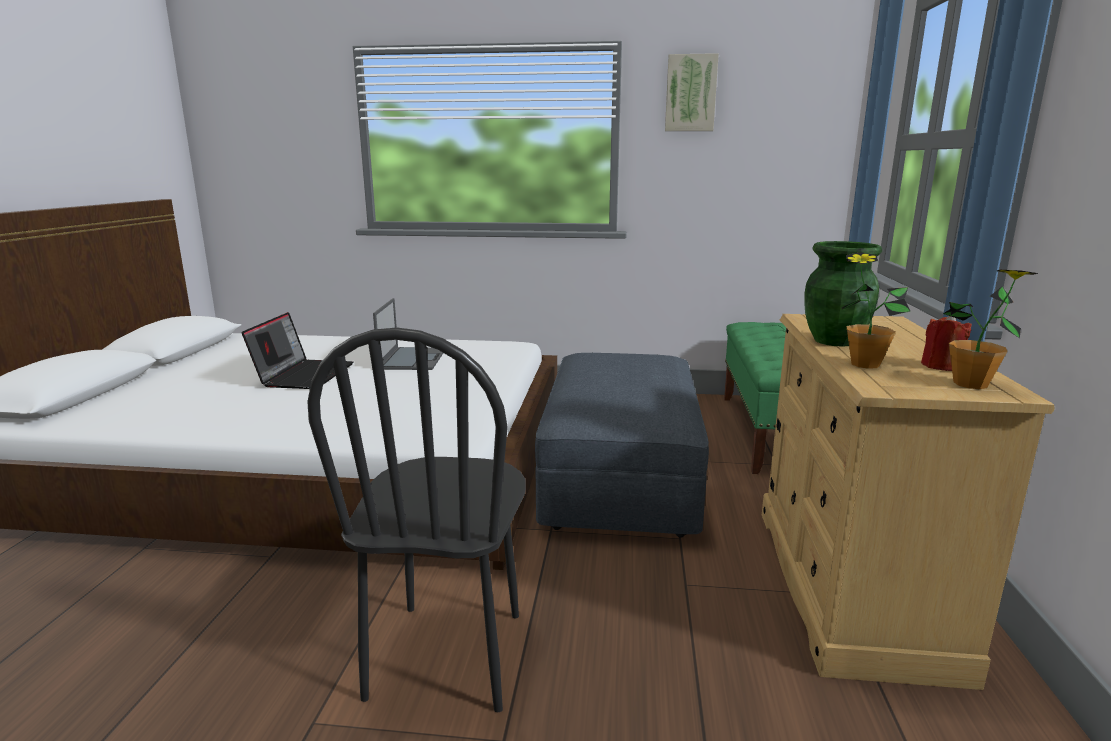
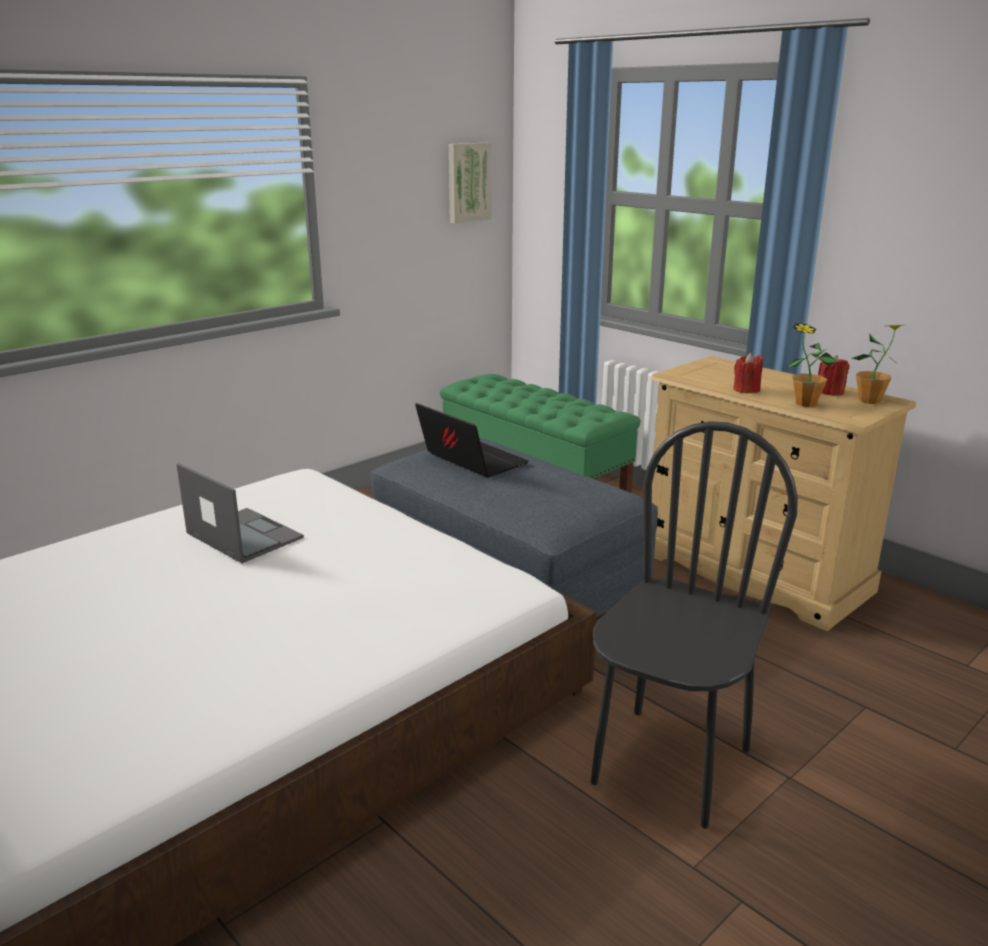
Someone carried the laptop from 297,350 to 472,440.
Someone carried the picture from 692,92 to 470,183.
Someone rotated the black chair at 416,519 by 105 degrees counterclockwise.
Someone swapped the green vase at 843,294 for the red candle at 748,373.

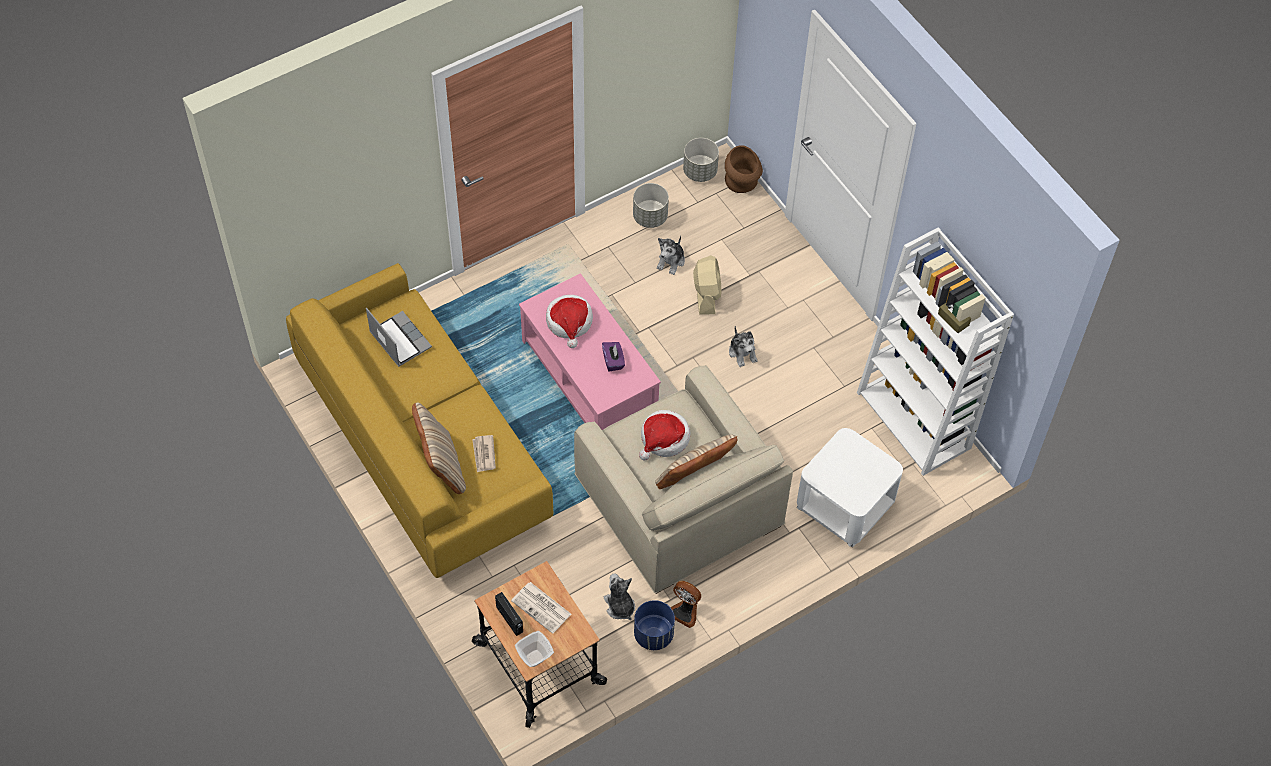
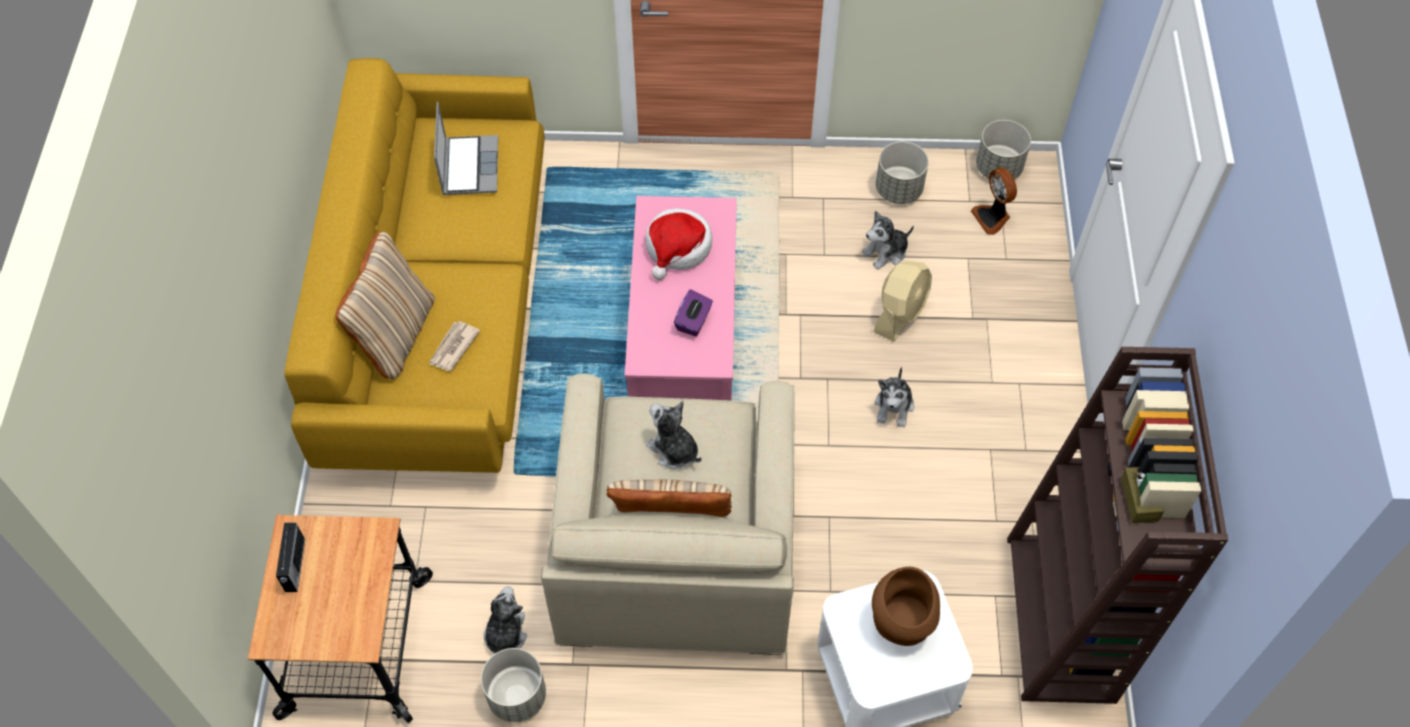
Someone repainted the blue planter at 654,625, which became the grey planter at 513,685.
Someone swapped the hat at 664,435 for the plush toy at 674,435.
Someone carried the brown vase from 744,169 to 906,606.
Someone carried the fan from 686,604 to 994,201.
Someone repainted the white bookcase at 935,351, which became the brown bookcase at 1117,525.
Someone took away the newspaper at 541,608.
Someone took away the bowl at 534,649.

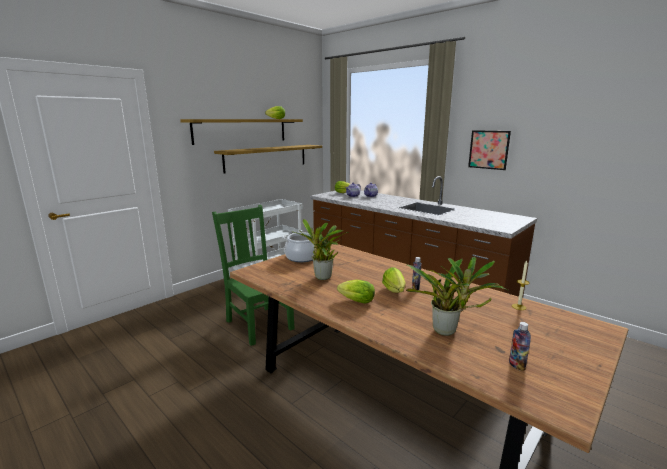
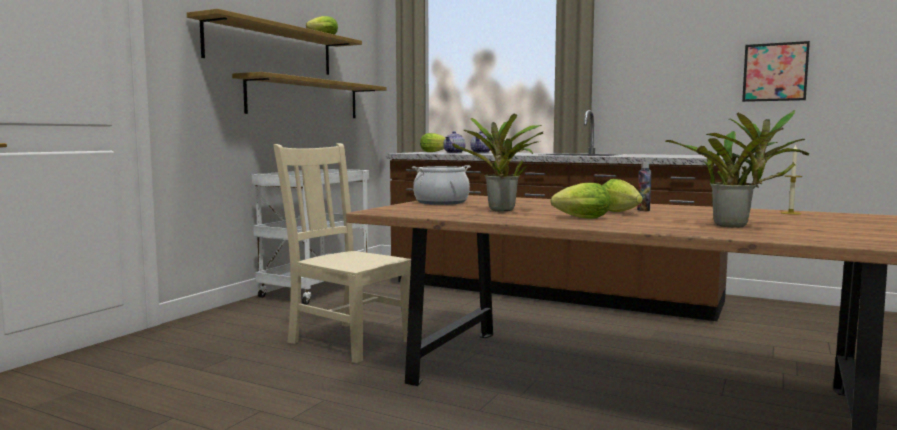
Someone repainted the green chair at 253,275, which became the beige chair at 342,253.
Someone carried the picture from 489,150 to 776,71.
Someone took away the bottle at 520,346.

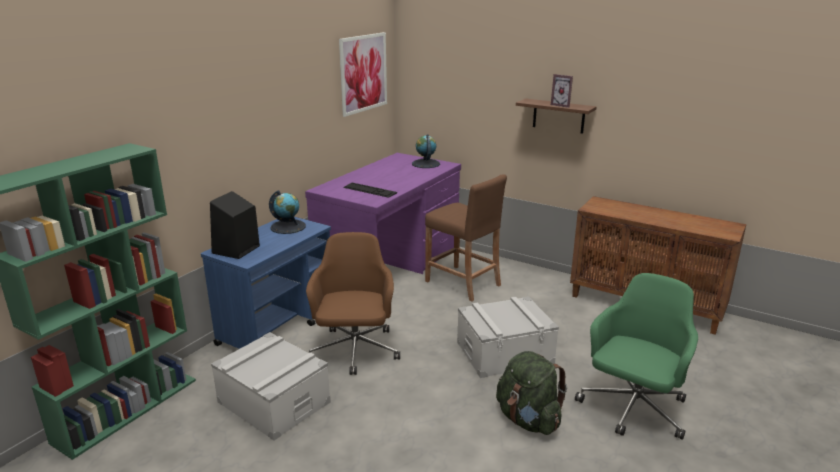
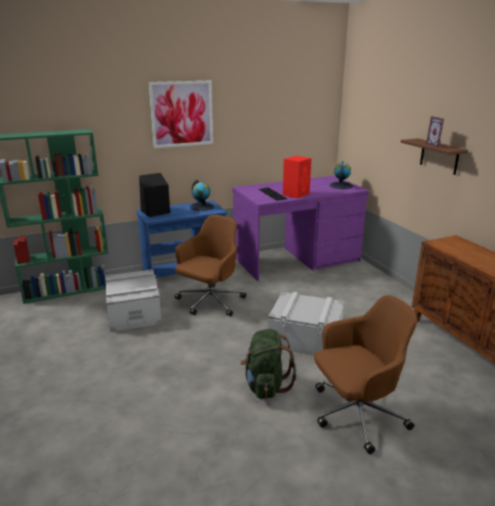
Someone carried the picture from 363,74 to 181,114.
Someone put down the red speaker at 297,177.
Someone repainted the green office chair at 636,356, which became the brown office chair at 365,374.
Someone took away the brown stool at 466,237.

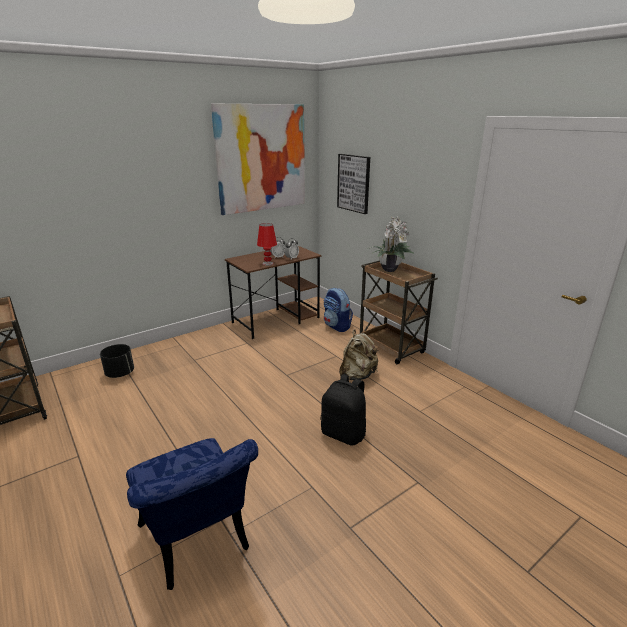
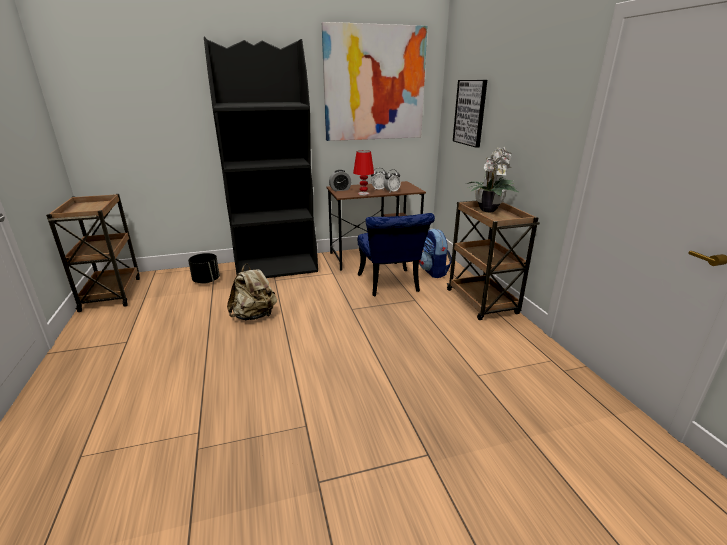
Someone put down the black bookcase at 261,157.
Someone carried the beige backpack from 358,354 to 252,292.
Someone put down the alarm clock at 340,180.
Someone carried the blue chair from 192,514 to 396,254.
Someone took away the black backpack at 343,410.

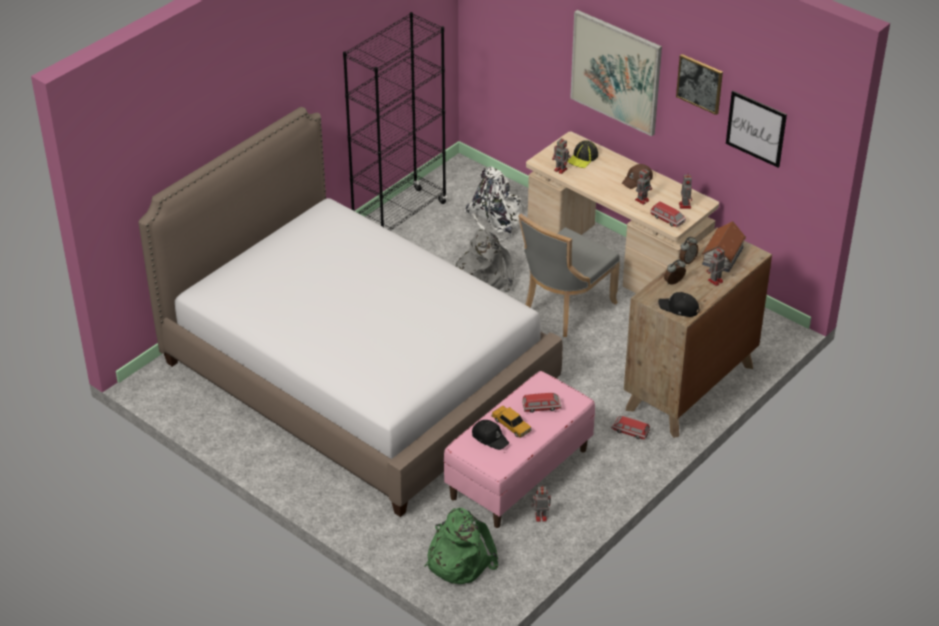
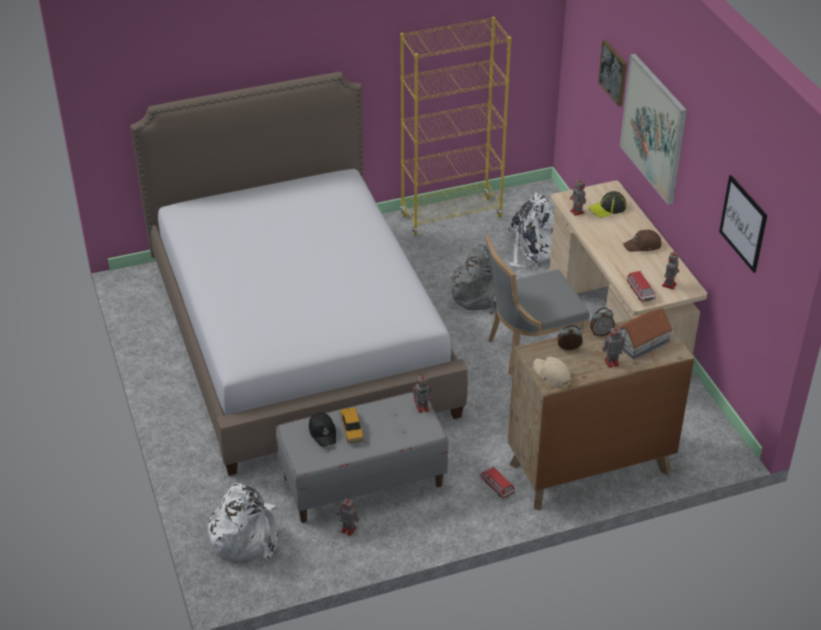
Someone repainted the green backpack at 461,546, which became the white backpack at 241,522.
Someone repainted the pink bench at 519,449, which became the grey bench at 362,457.
Someone repainted the black bookcase at 395,121, which became the yellow bookcase at 455,126.
Someone carried the toy robot from 643,186 to 423,394.
Someone repainted the black cap at 679,304, which became the beige cap at 552,372.
Someone carried the picture from 699,84 to 612,73.
Someone took away the toy car at 542,403.

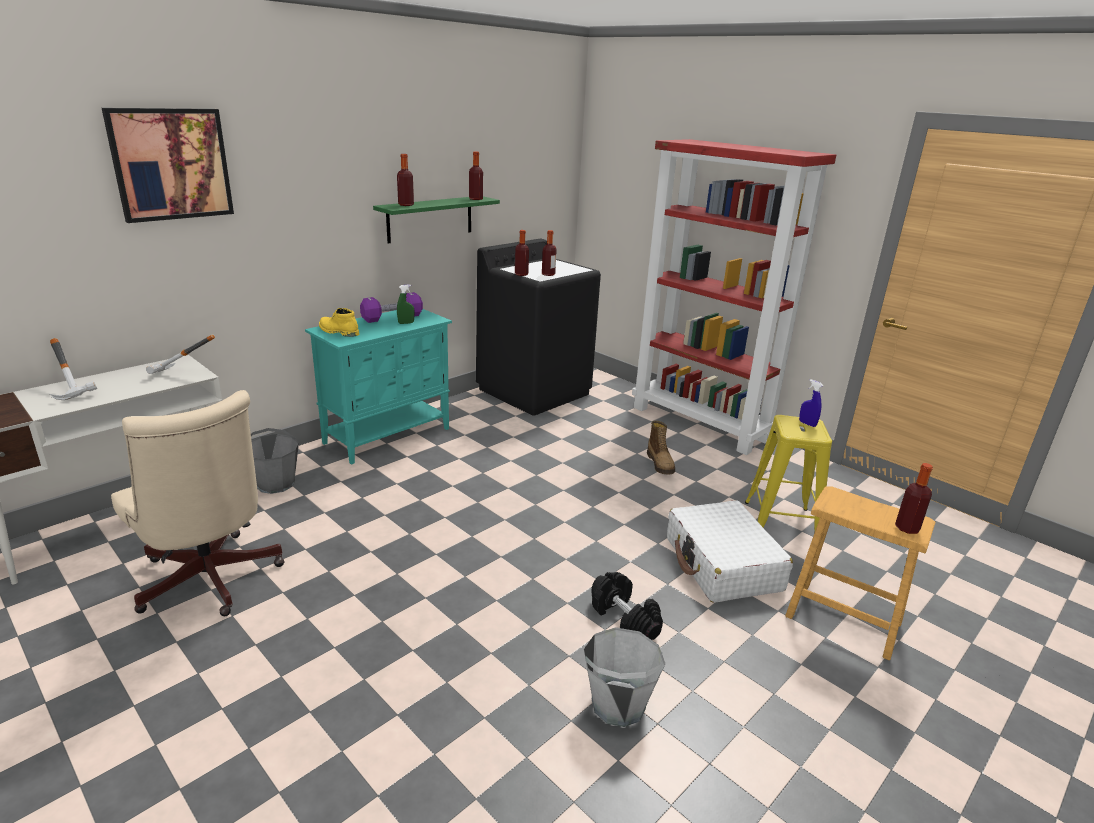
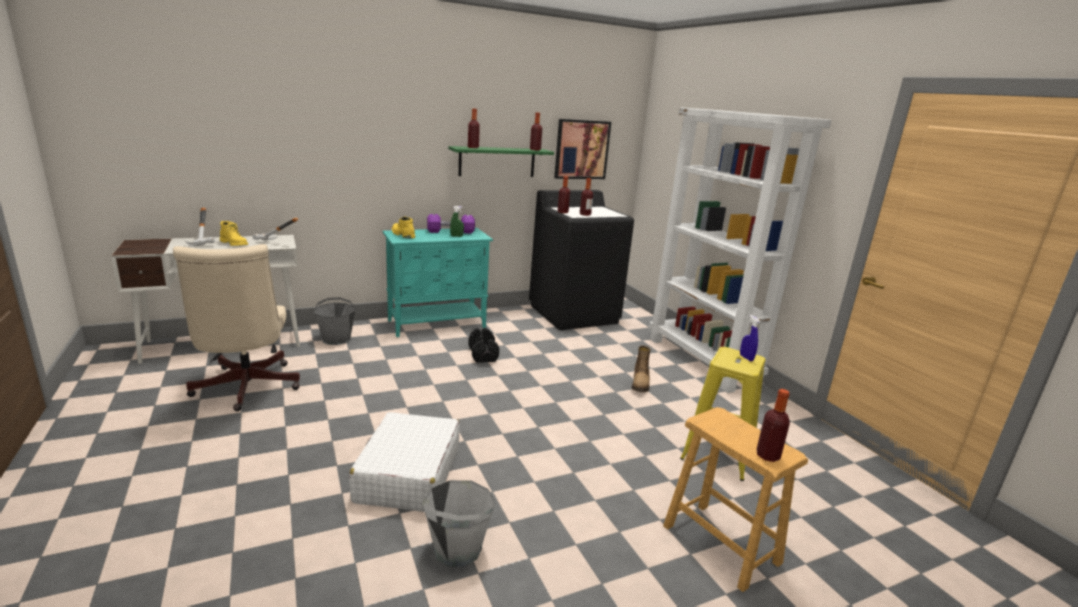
Someone put down the yellow boot at 234,233.
Someone carried the white suitcase from 730,552 to 404,462.
Someone carried the black dumbbell from 627,606 to 483,345.
Someone carried the picture from 168,165 to 582,149.
Someone repainted the red bookcase at 734,297, which became the white bookcase at 740,250.

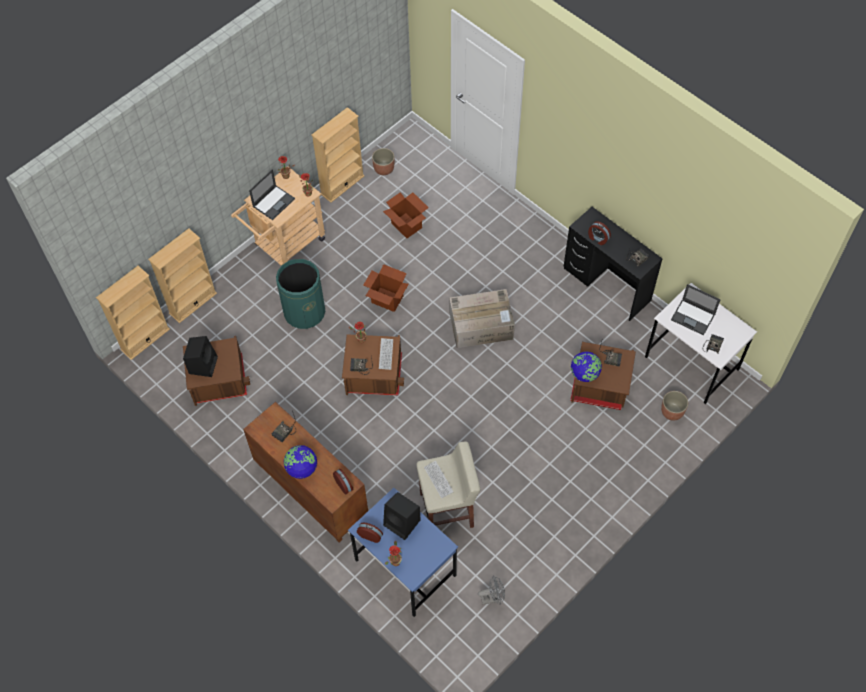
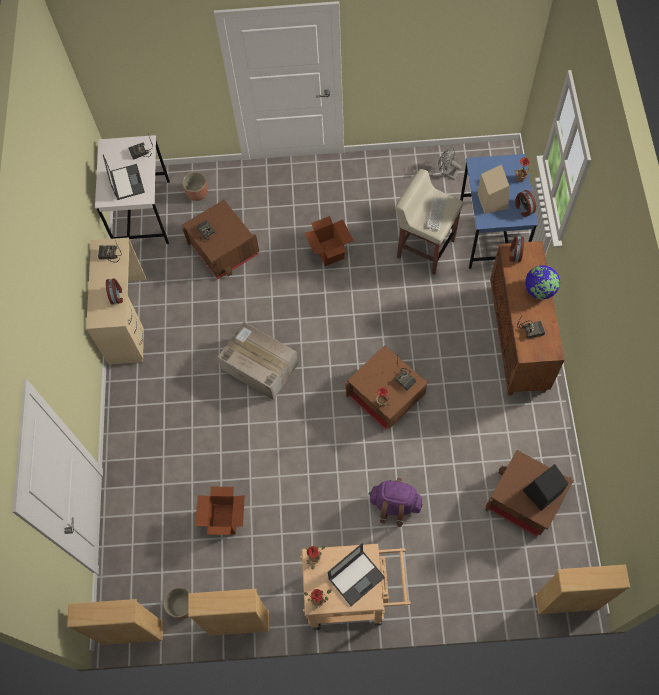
Someone carried the beige bookcase from 182,275 to 115,622.
Someone repainted the black desk at 613,264, which became the beige desk at 116,301.
Someone carried the cardboard box from 386,288 to 329,241.
Someone rotated the laptop at 272,194 by 150 degrees clockwise.
Someone swapped the green trash can at 300,294 for the purple backpack at 396,502.
Someone repainted the black speaker at 402,516, which became the beige speaker at 493,189.
Someone took away the keyboard at 386,354.
Someone took away the globe at 586,366.

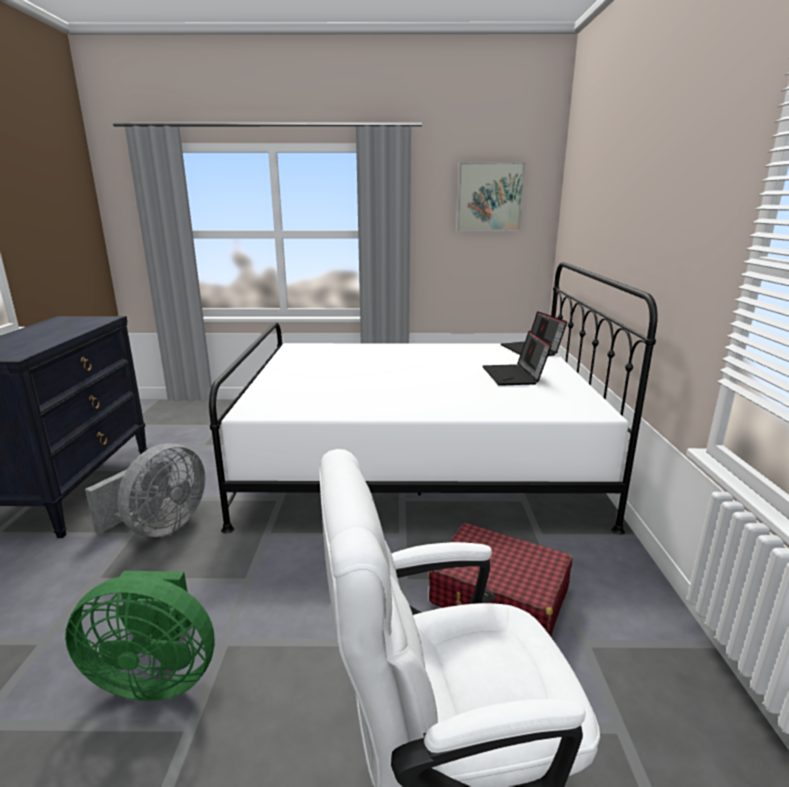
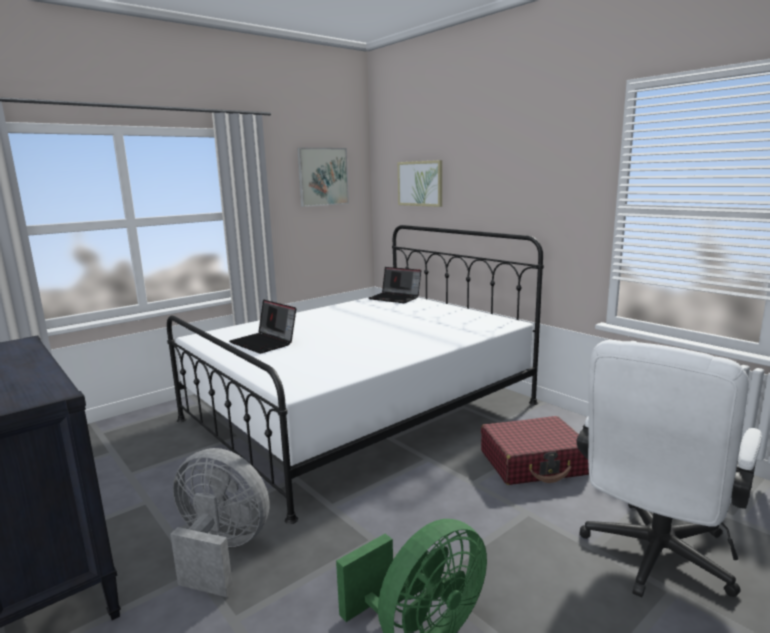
Someone rotated the grey fan at 145,490 by 60 degrees counterclockwise.
Someone carried the laptop from 517,358 to 262,326.
Someone put up the picture at 420,183.

